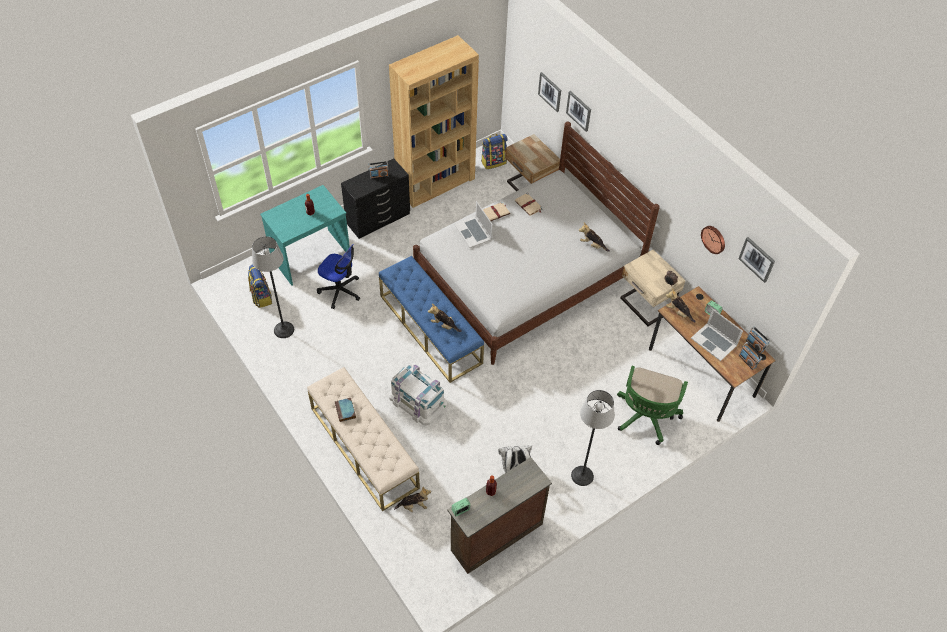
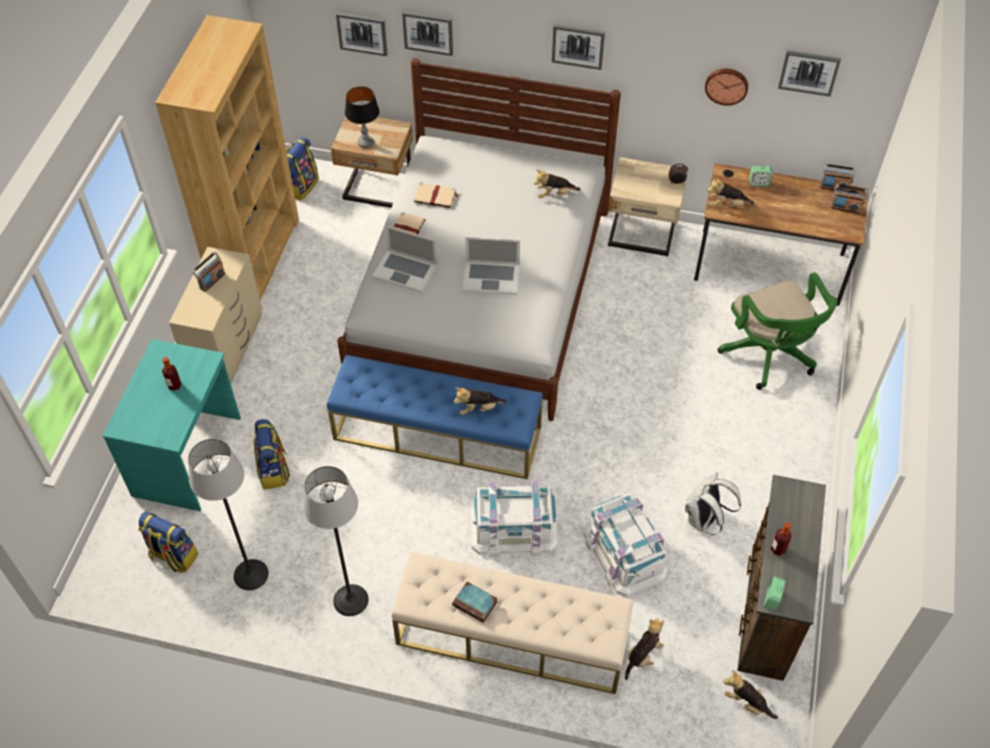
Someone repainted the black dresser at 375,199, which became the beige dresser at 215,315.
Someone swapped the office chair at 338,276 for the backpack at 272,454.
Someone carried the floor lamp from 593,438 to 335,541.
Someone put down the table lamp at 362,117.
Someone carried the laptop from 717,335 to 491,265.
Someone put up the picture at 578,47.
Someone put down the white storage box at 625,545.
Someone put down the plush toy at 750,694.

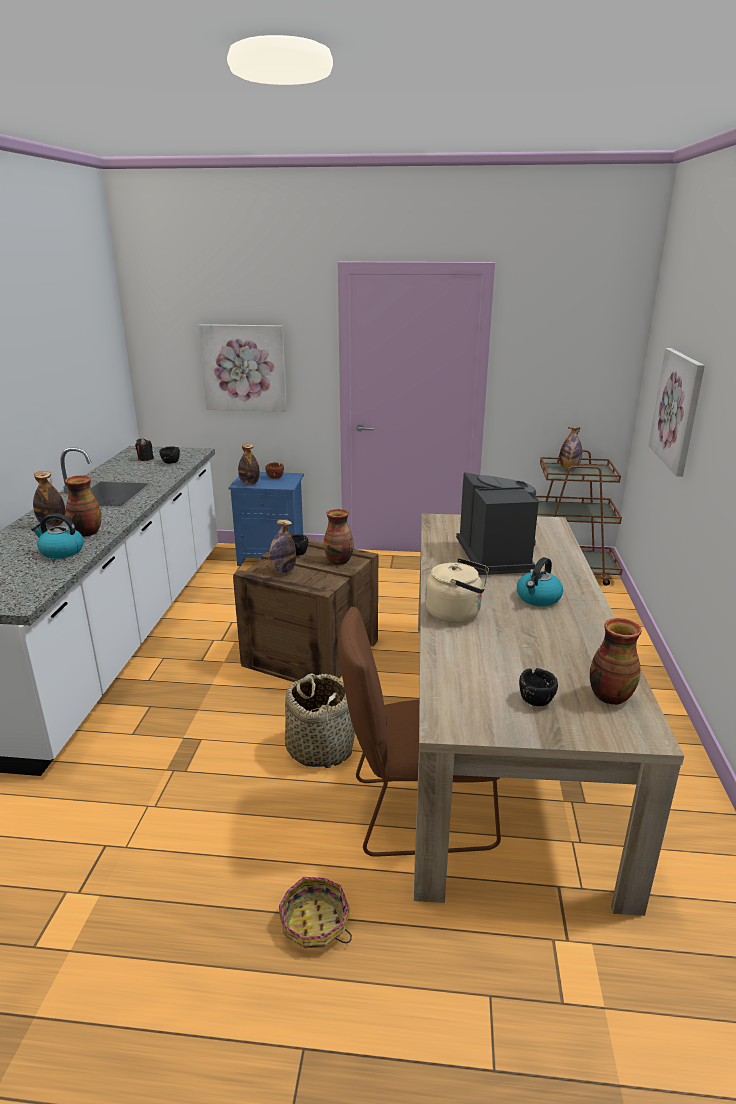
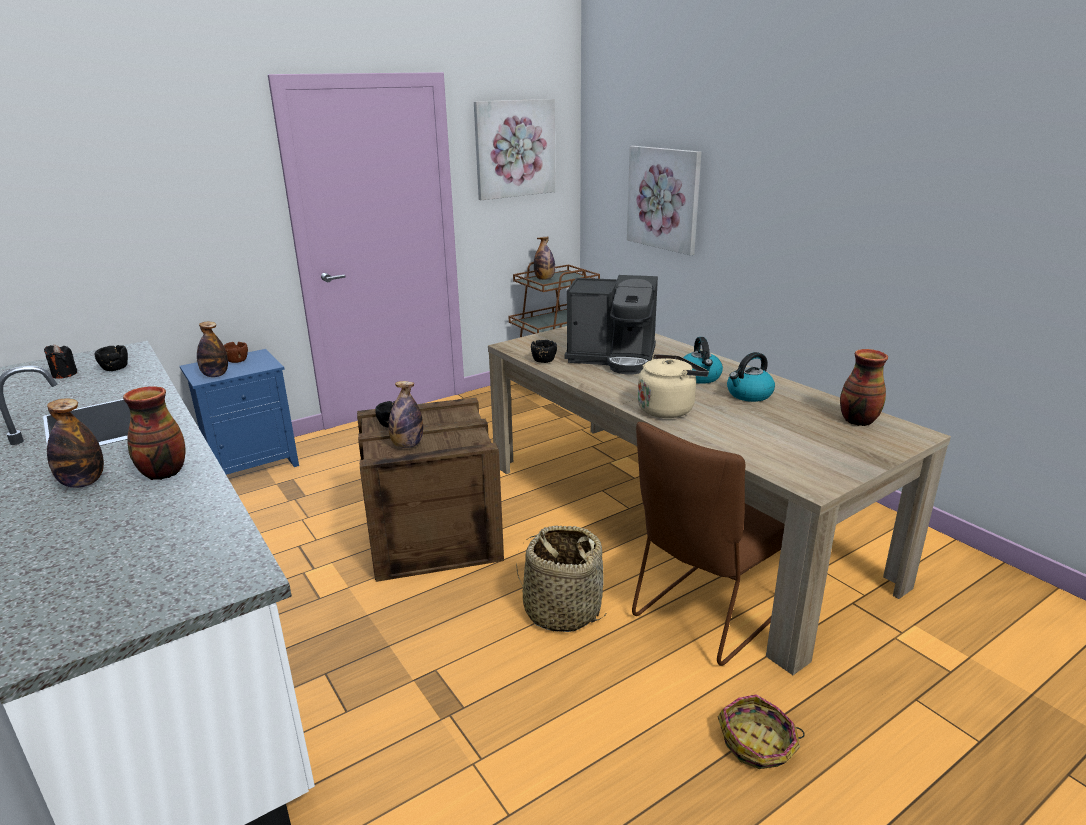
Someone carried the picture from 242,368 to 515,149.
Someone carried the black bowl from 538,687 to 544,351.
Someone rotated the coffee machine at 497,523 by 150 degrees clockwise.
Someone carried the kettle from 57,536 to 751,377.
Someone took away the vase at 339,537.

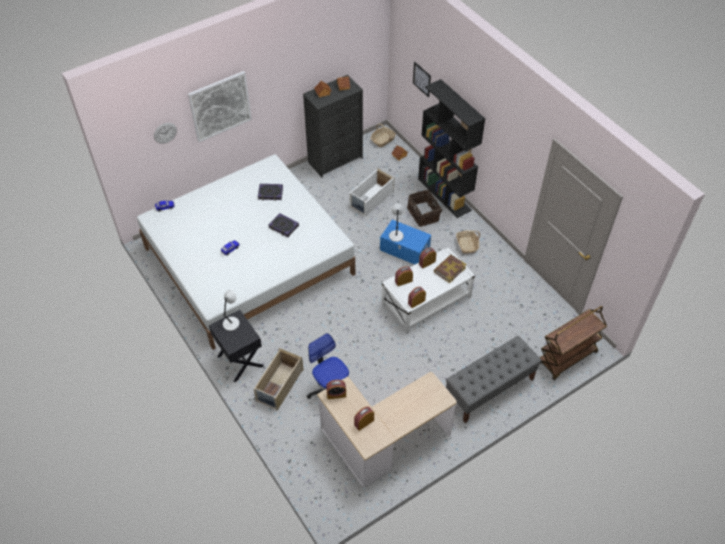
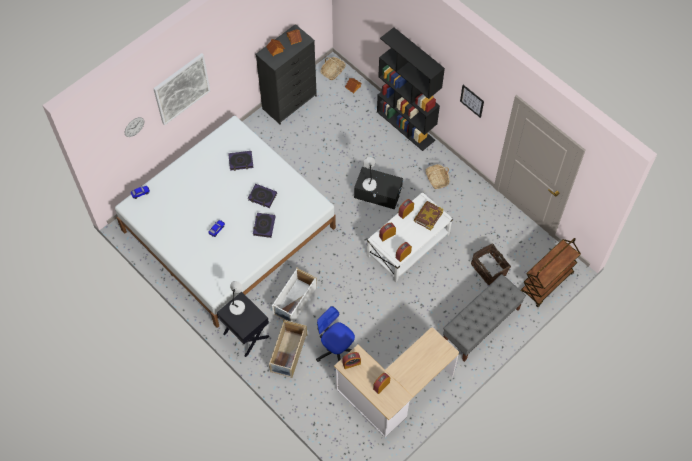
Someone put down the book at 264,225.
Someone carried the white storage box from 371,192 to 294,294.
Someone repainted the blue storage box at 405,242, which became the black storage box at 378,188.
Someone carried the picture from 422,79 to 472,101.
Someone carried the basket from 424,208 to 491,264.

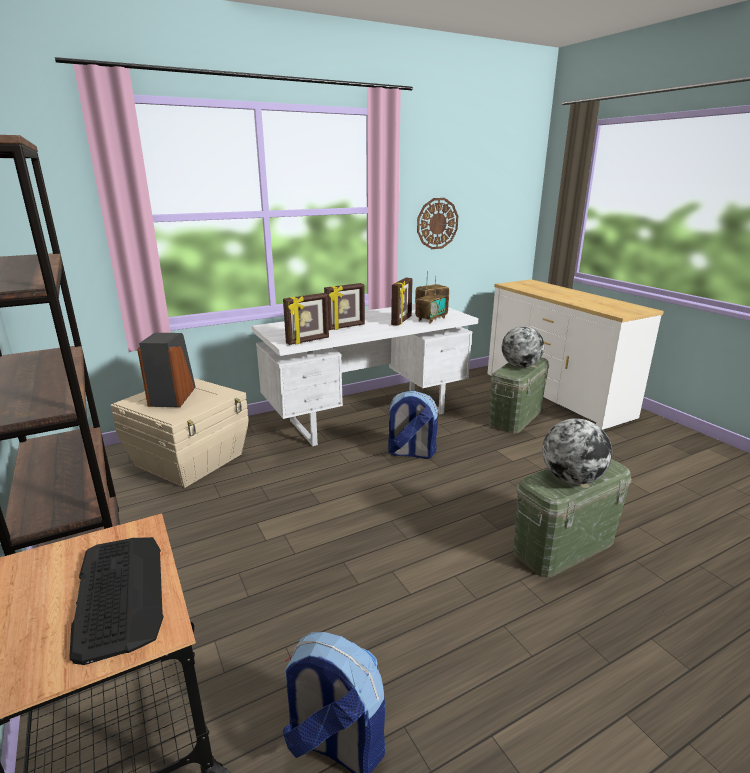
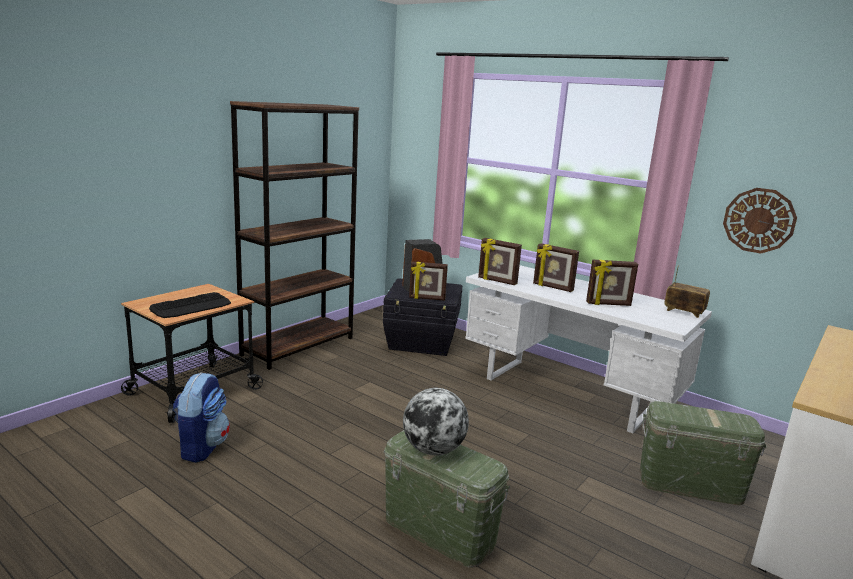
Someone repainted the beige storage box at 180,433, which became the black storage box at 422,317.
Someone put down the picture frame at 428,281.
Someone took away the backpack at 412,425.
Someone took away the radio at 432,300.
Someone took away the globe at 523,347.

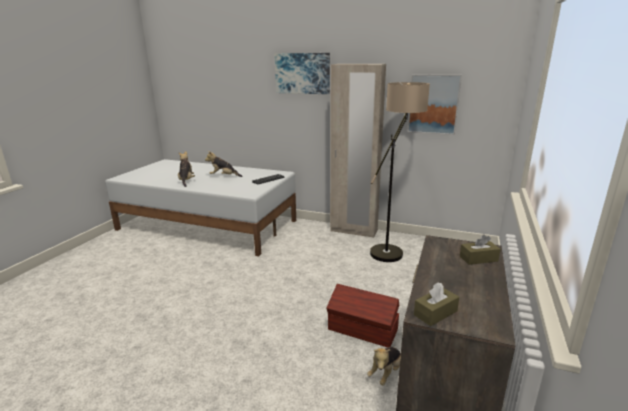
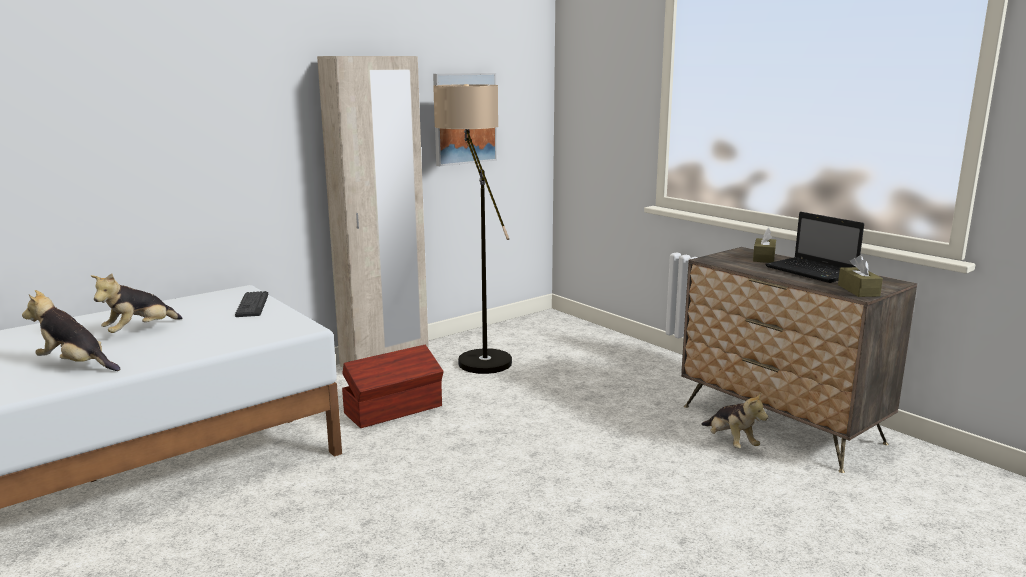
Someone carried the brown storage box from 363,315 to 393,386.
Someone put down the laptop at 814,247.
Someone took away the picture at 302,73.

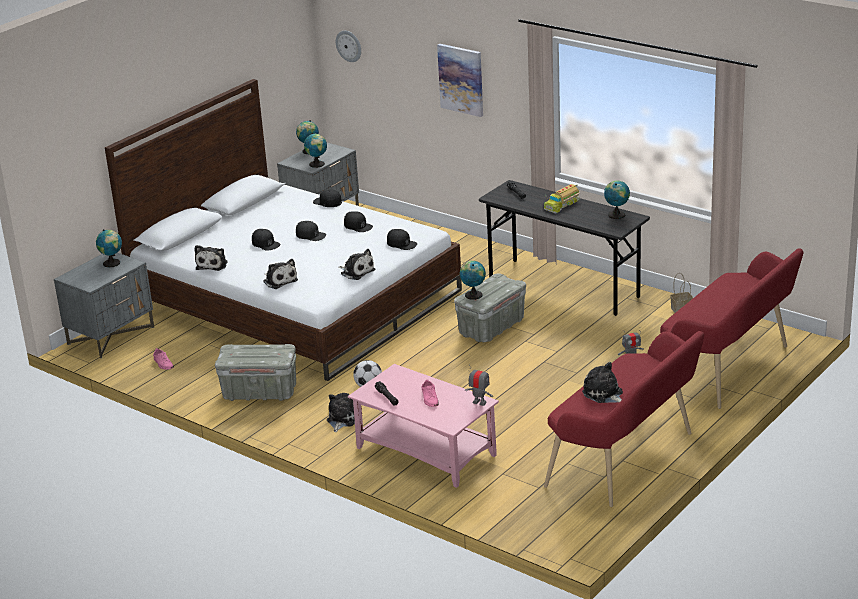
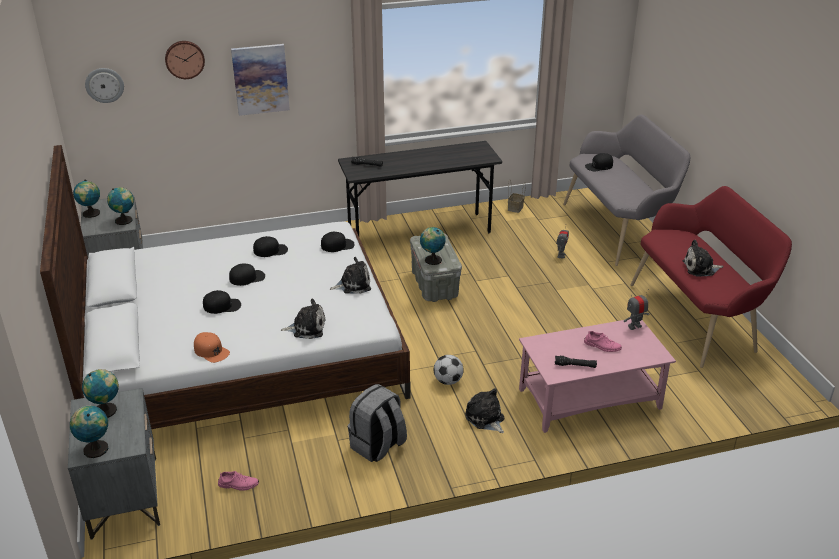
Someone carried the globe from 617,199 to 89,432.
Someone put up the wall clock at 185,60.
Someone swapped the plush toy at 211,258 for the orange cap at 212,347.
Someone swapped the grey storage box at 255,372 for the grey backpack at 377,423.
Someone repainted the red bench at 731,328, which became the grey bench at 626,190.
Someone carried the black cap from 327,198 to 599,162.
Someone took away the toy truck at 562,198.

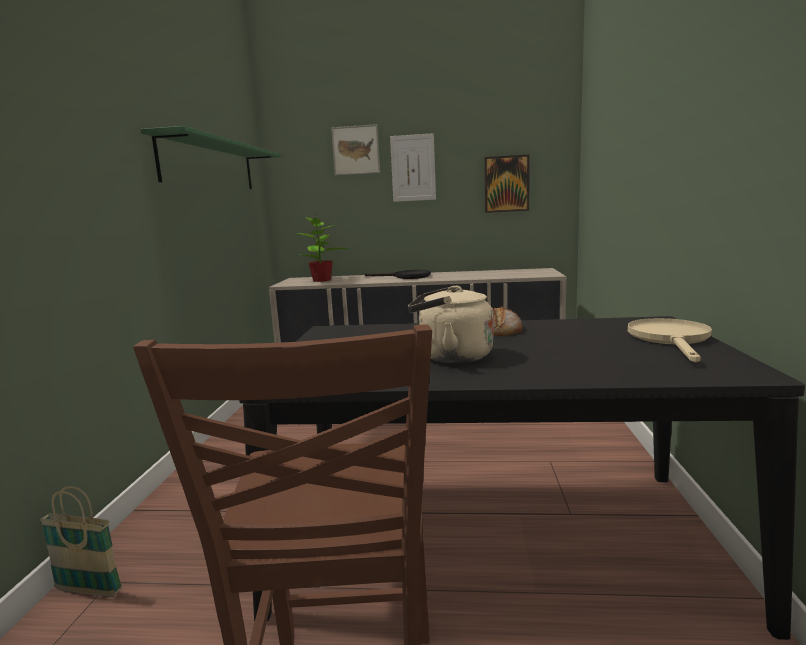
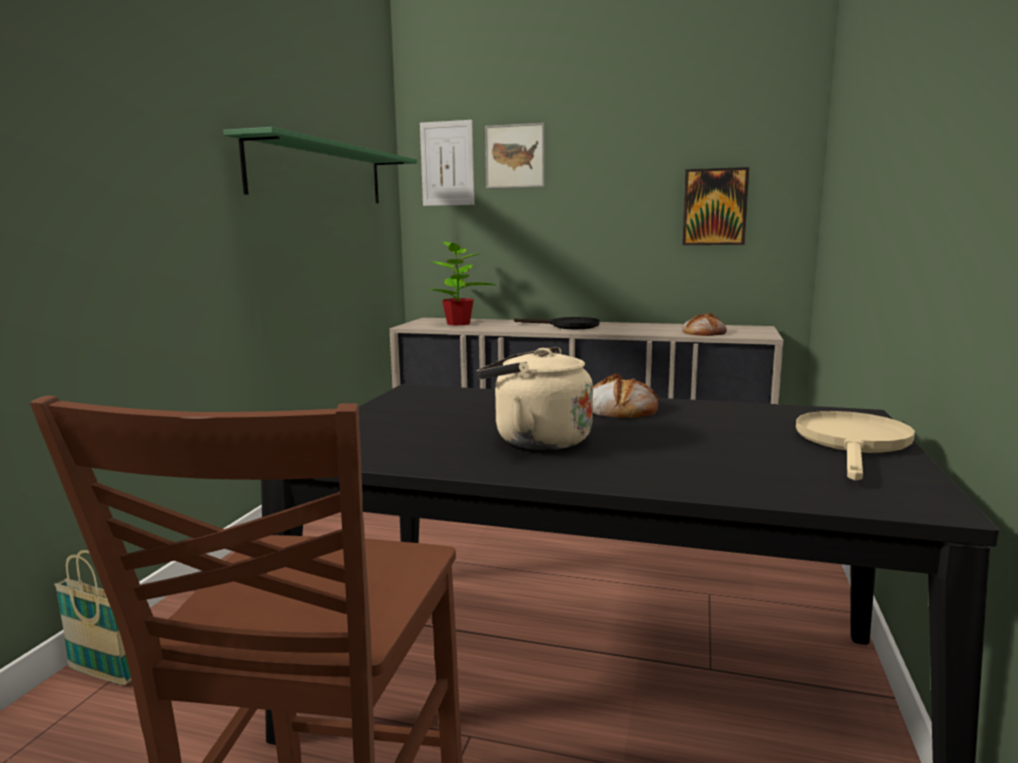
Someone carried the picture from 413,167 to 447,163.
Someone put down the bread at 704,324.

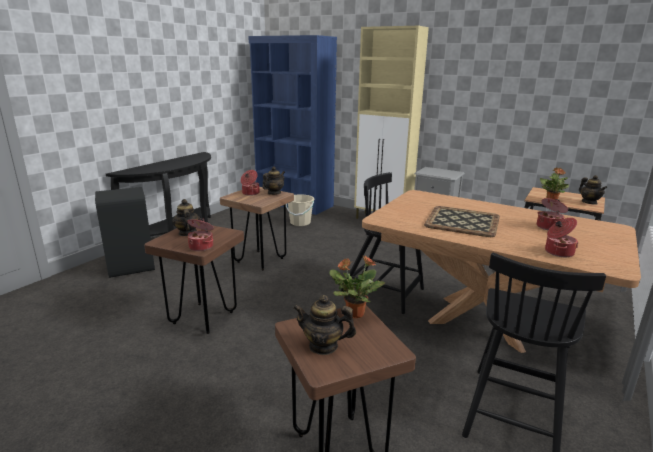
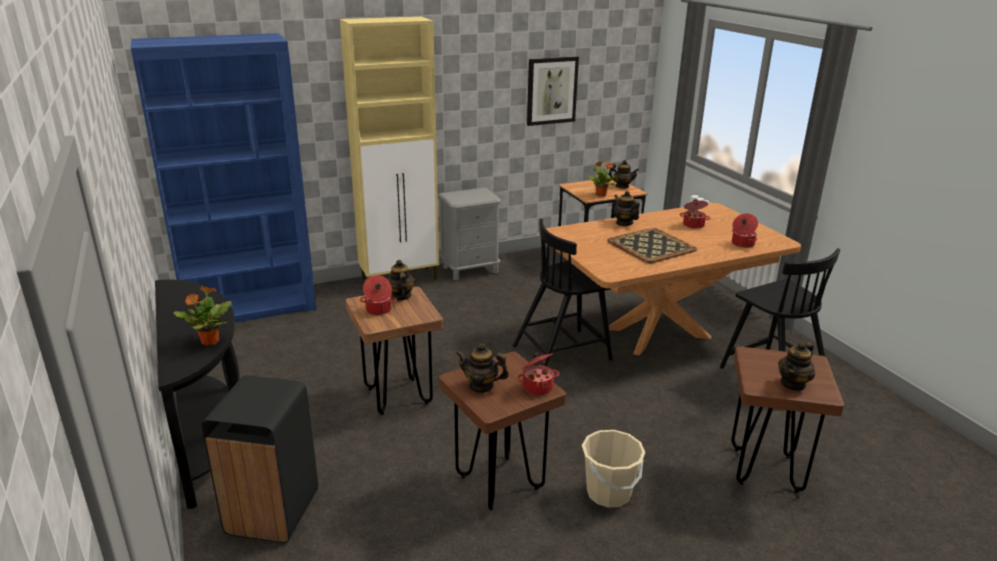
Someone carried the potted plant from 357,286 to 202,315.
Someone put up the picture at 553,91.
Someone carried the beige bucket from 300,210 to 614,469.
Someone put down the teapot at 627,208.

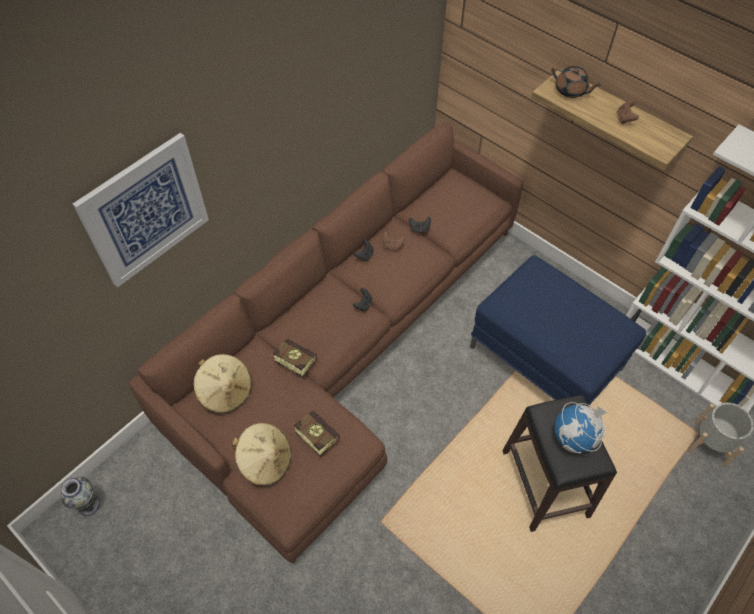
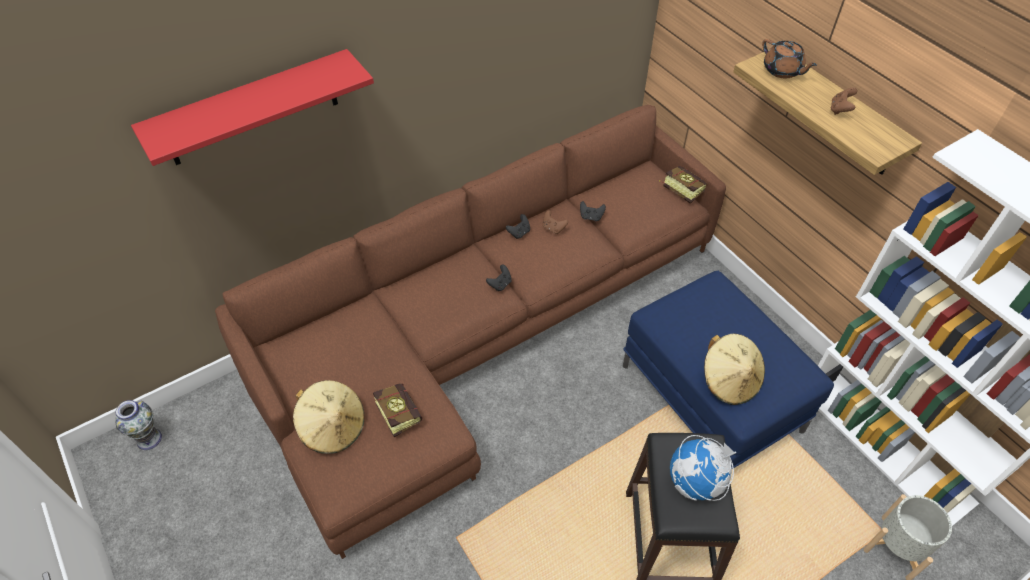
Someone swapped the picture at 141,210 for the red shelf at 252,107.
Someone carried the book from 294,358 to 683,185.
Someone carried the beige hat from 222,383 to 734,369.

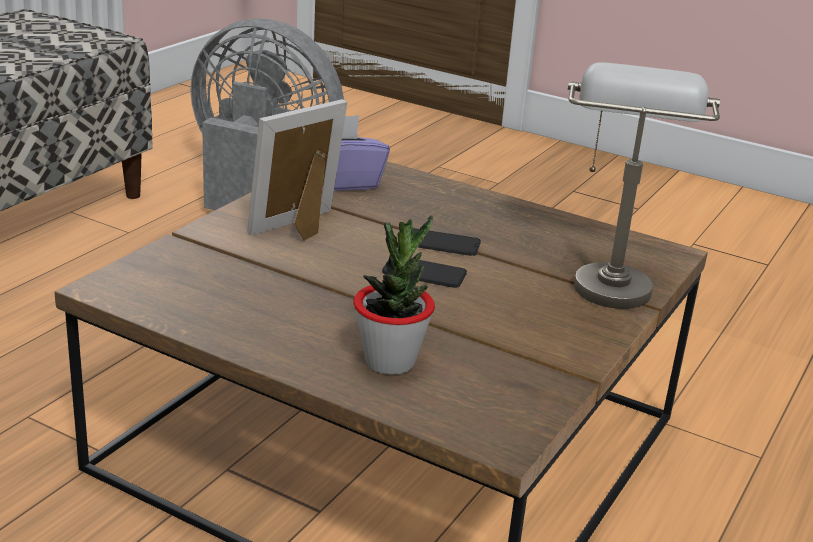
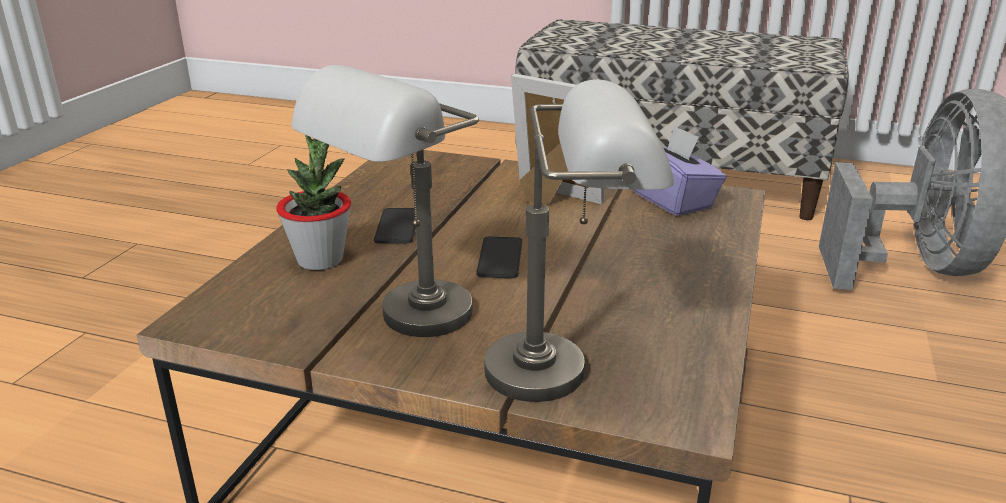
Someone put down the grey table lamp at 385,201.
Someone carried the phone from 447,242 to 395,226.

